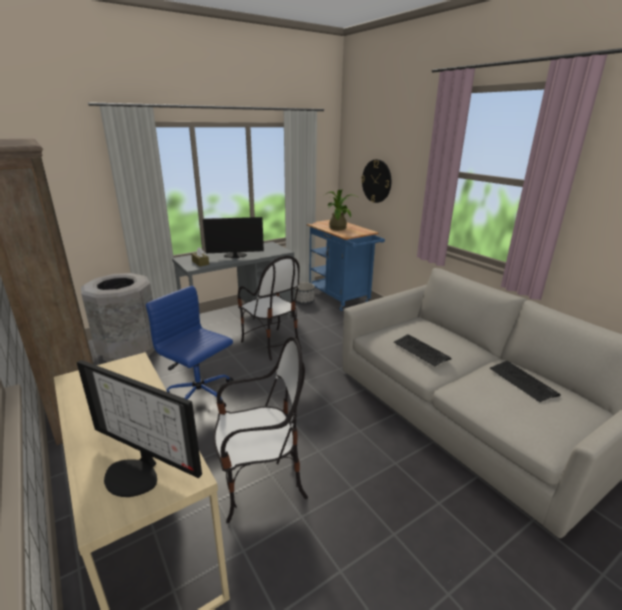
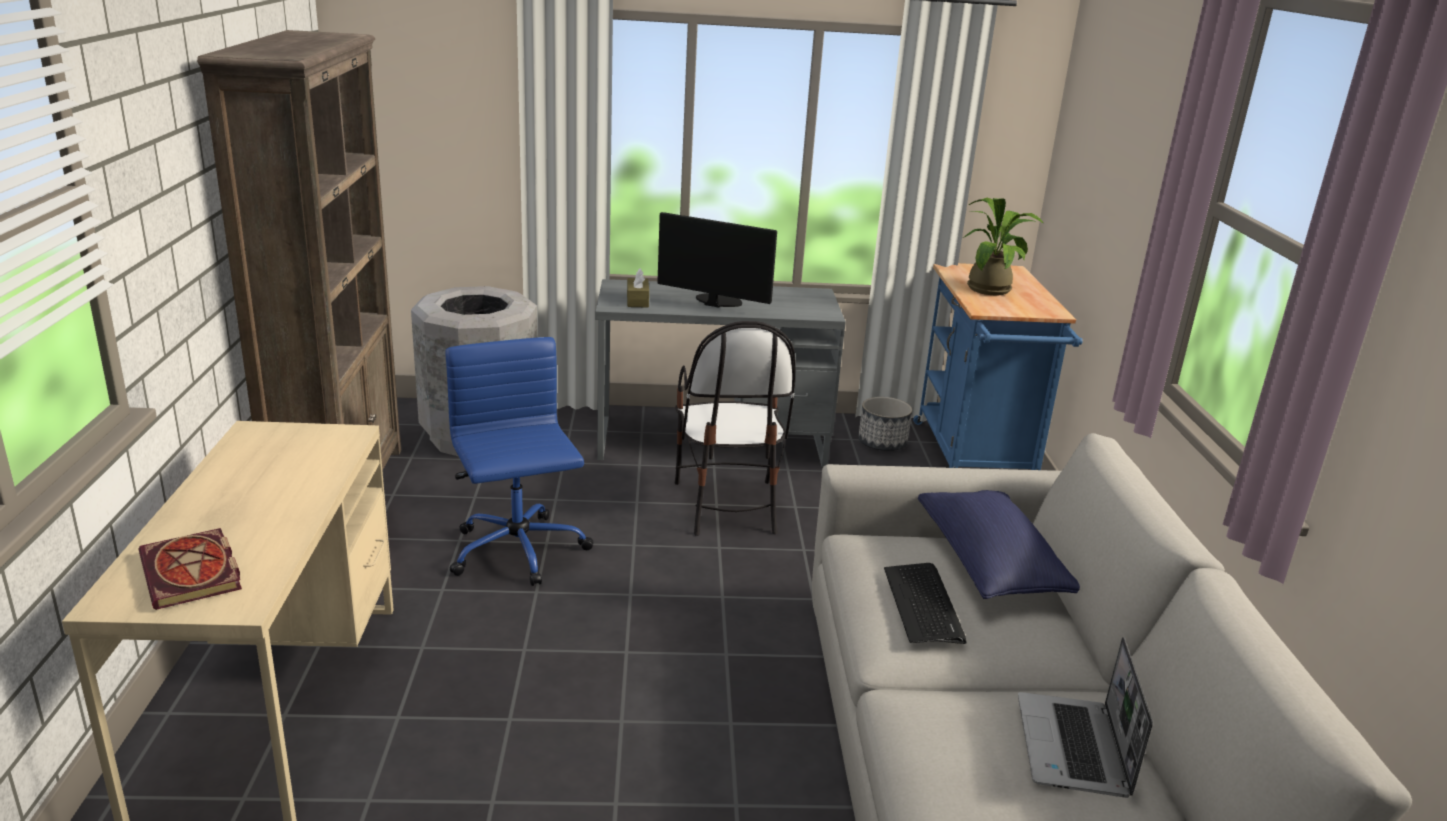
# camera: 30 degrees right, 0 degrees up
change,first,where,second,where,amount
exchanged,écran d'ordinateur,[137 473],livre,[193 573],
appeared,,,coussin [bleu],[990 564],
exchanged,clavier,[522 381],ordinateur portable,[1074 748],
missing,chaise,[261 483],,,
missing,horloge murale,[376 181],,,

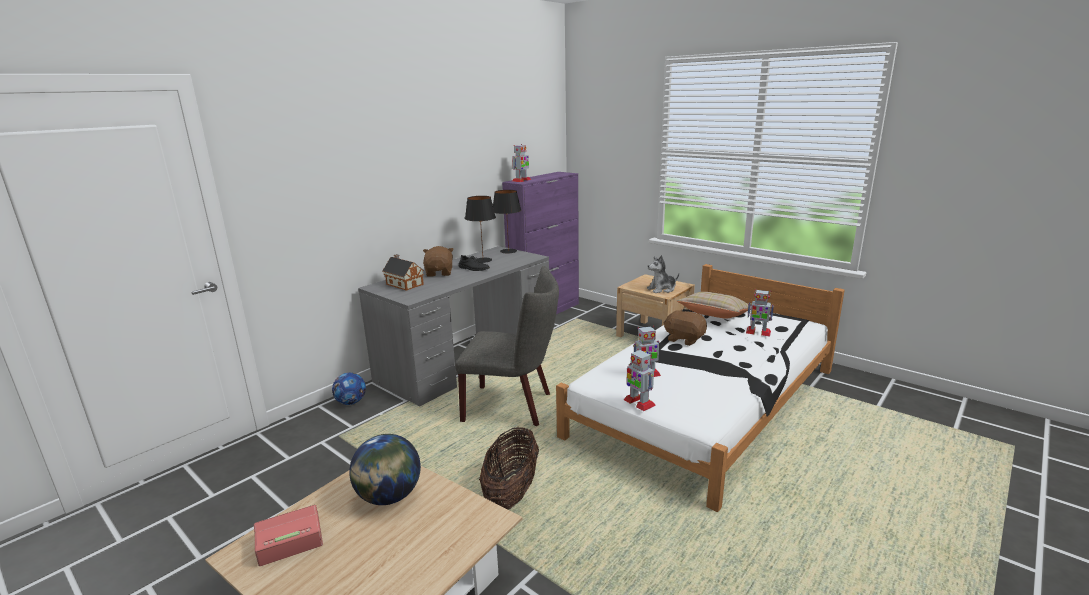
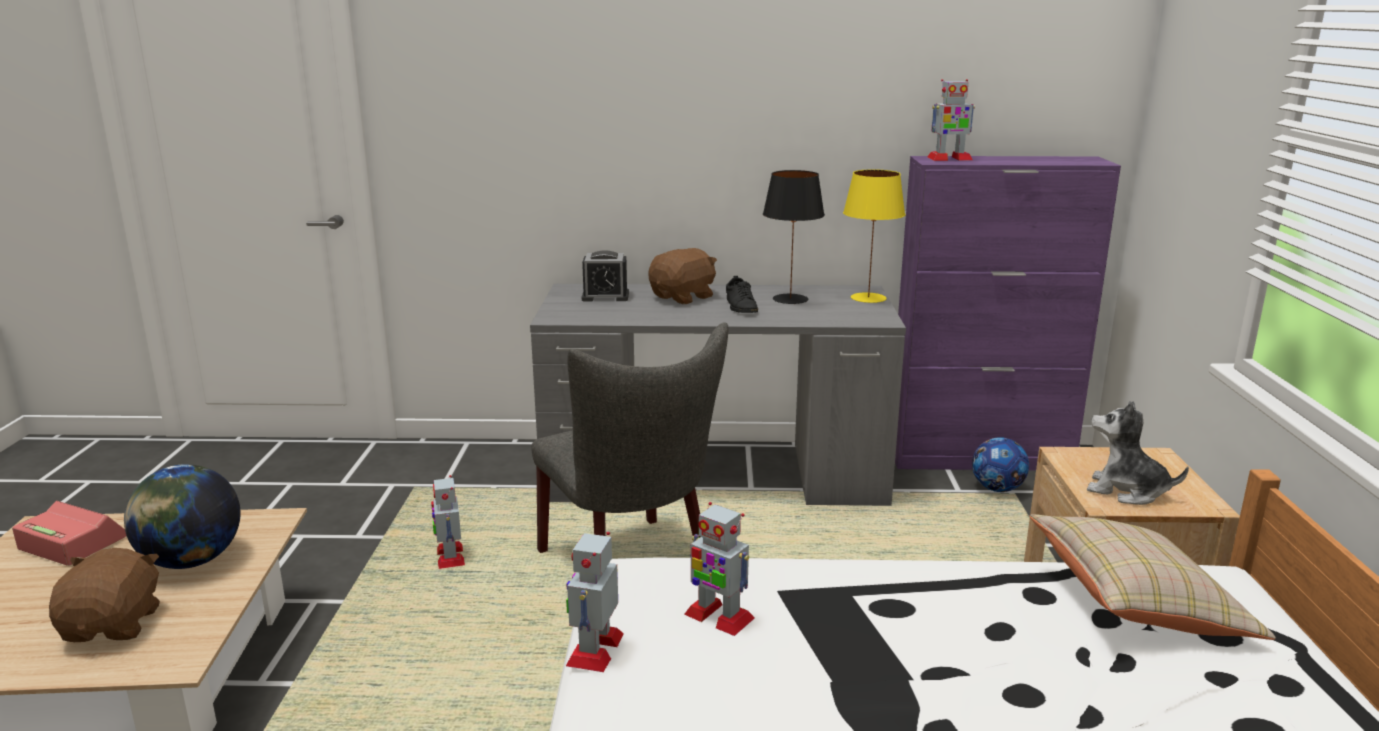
# camera: 50 degrees right, 0 degrees up
change,first,where,second,where,amount
relocated,peluche [marron],[684 339],,[114 625],
relocated,robot jouet,[757 332],,[450 557],
exchanged,maison miniature,[404 284],réveil,[605 296],
colour,lampe de table [noir],[508 251],lampe de table [jaune],[868 298],
relocated,ballon de foot,[351 402],,[997 489],
missing,panier,[511 492],,,

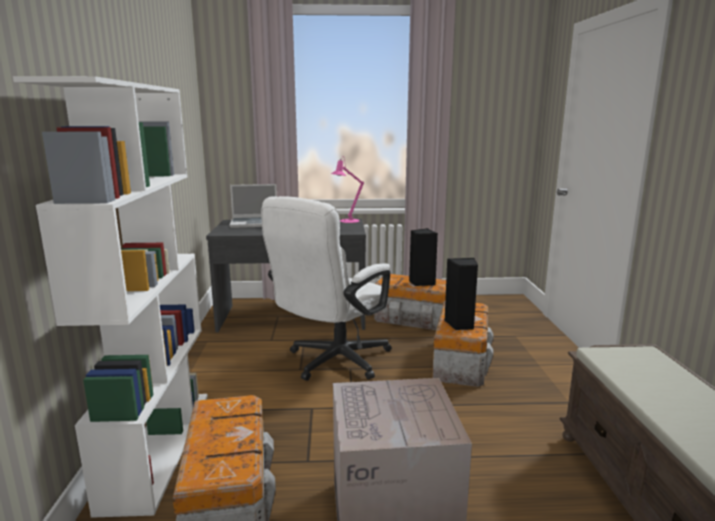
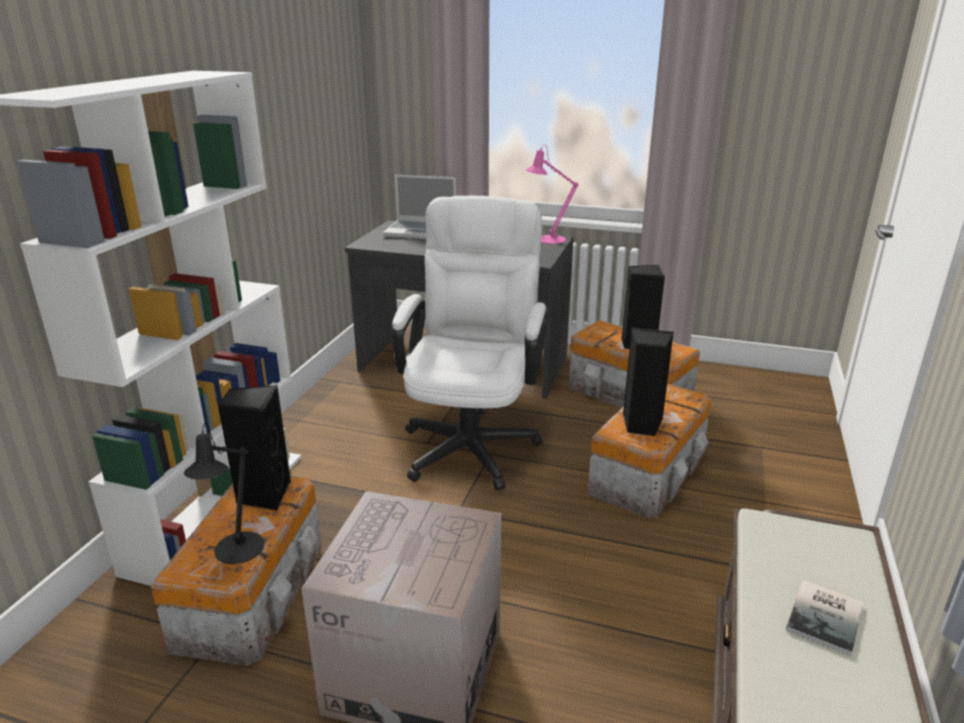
# camera: 20 degrees right, 10 degrees up
change,first,where,second,where,amount
appeared,,,lampe de table [noir],[236 552],
appeared,,,enceinte [noir],[263 495],
spun,chaise de bureau [blanc],[332 362],,[472 441],135 degrees clockwise
appeared,,,livre,[828 617],

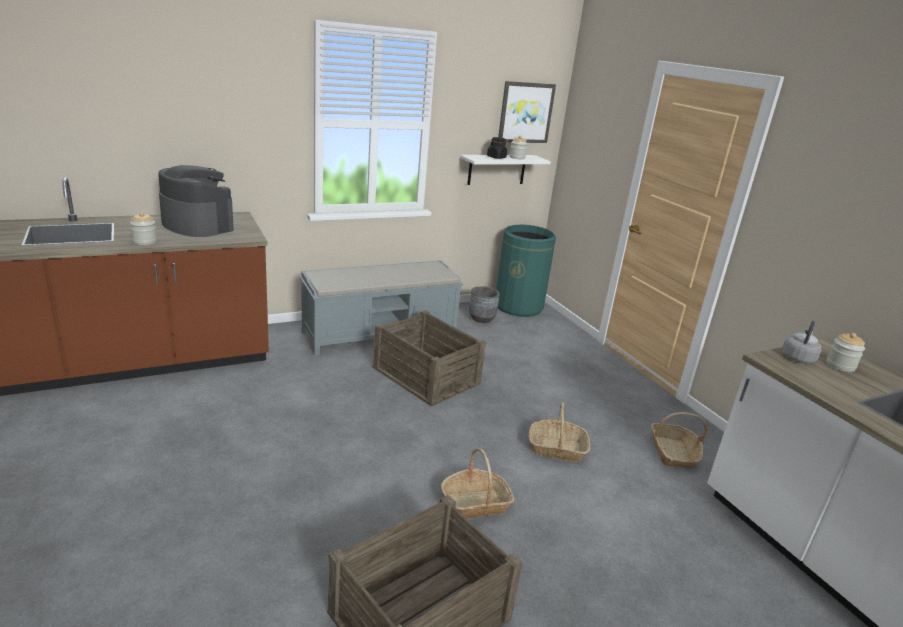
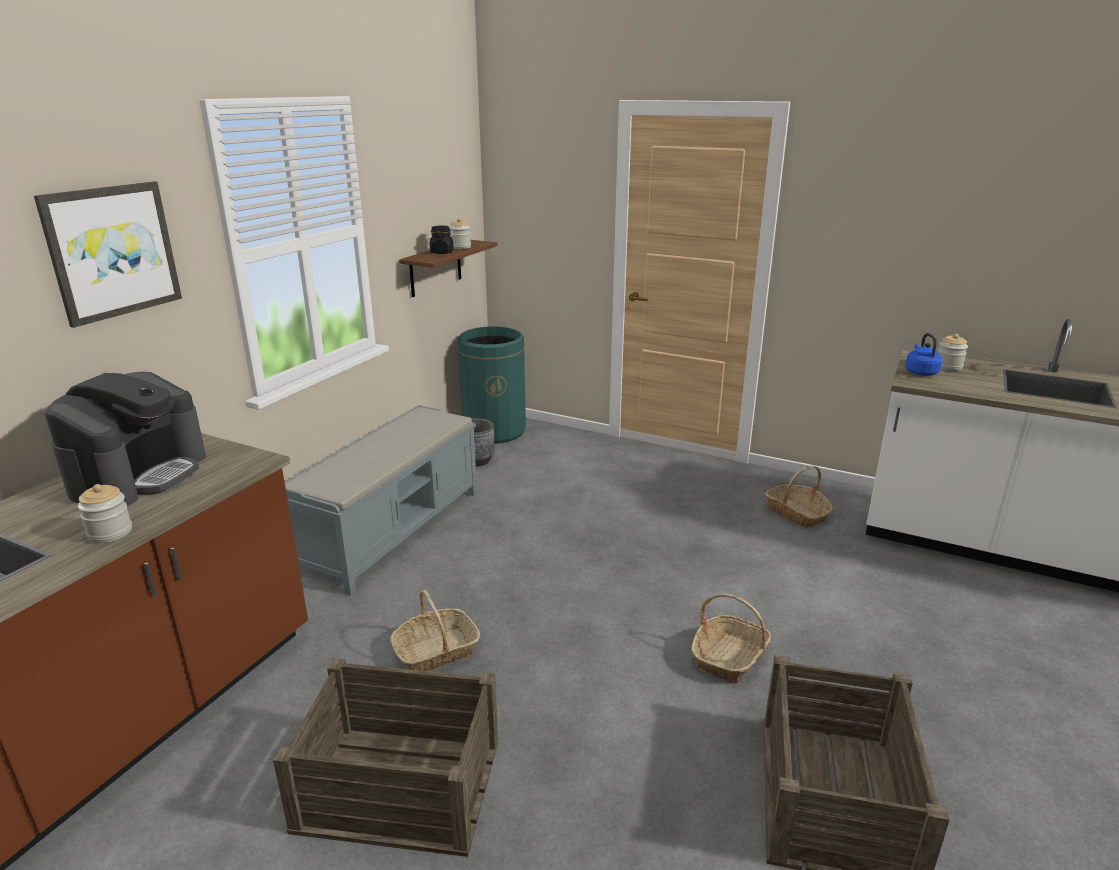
# camera: 35 degrees left, 0 degrees up
change,first,where,second,where,amount
relocated,tableau,[525 112],,[112 251],
spun,machine à café,[197 225],,[139 475],105 degrees clockwise
relocated,caisse,[426 375],,[399 783],
relocated,panier,[556 448],,[436 651],
colour,étagère [blanc],[497 169],étagère [marron],[435 268],
colour,bouilloire [gris],[798 357],bouilloire [bleu],[920 372],

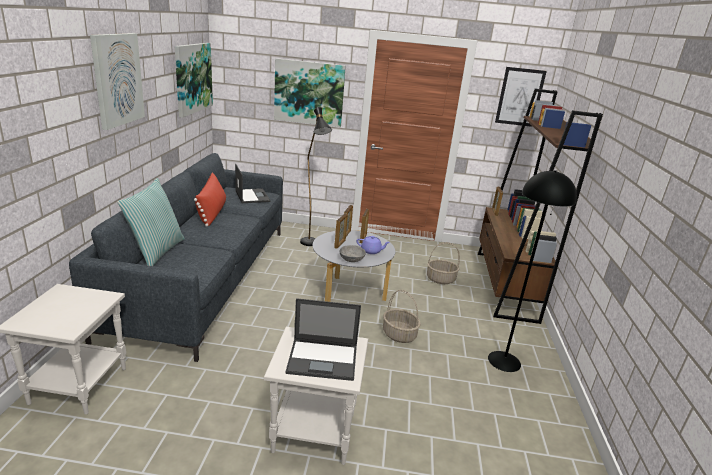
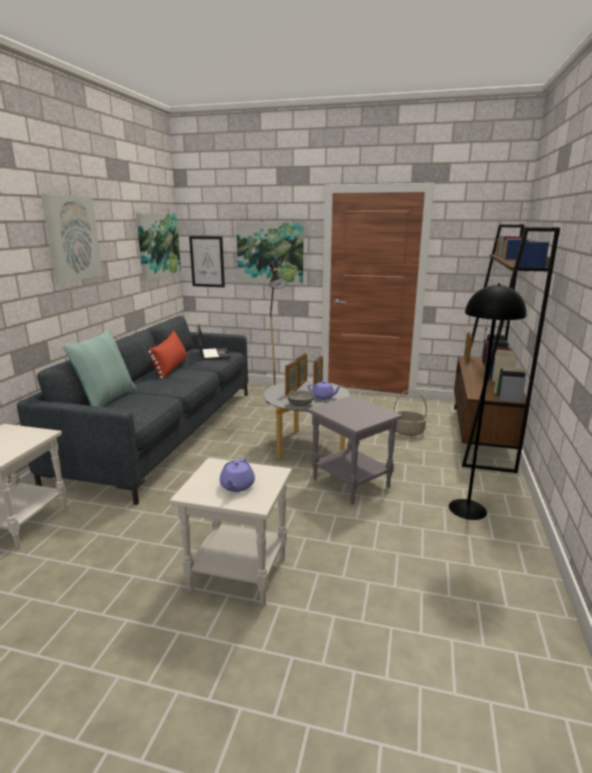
# camera: 10 degrees right, 5 degrees down
change,first,where,second,where,amount
relocated,tableau,[519 97],,[207 261],
exchanged,ordinateur portable,[323 359],théière [violet],[237 486],
exchanged,panier,[399 335],table d'appoint [gris],[352 482],

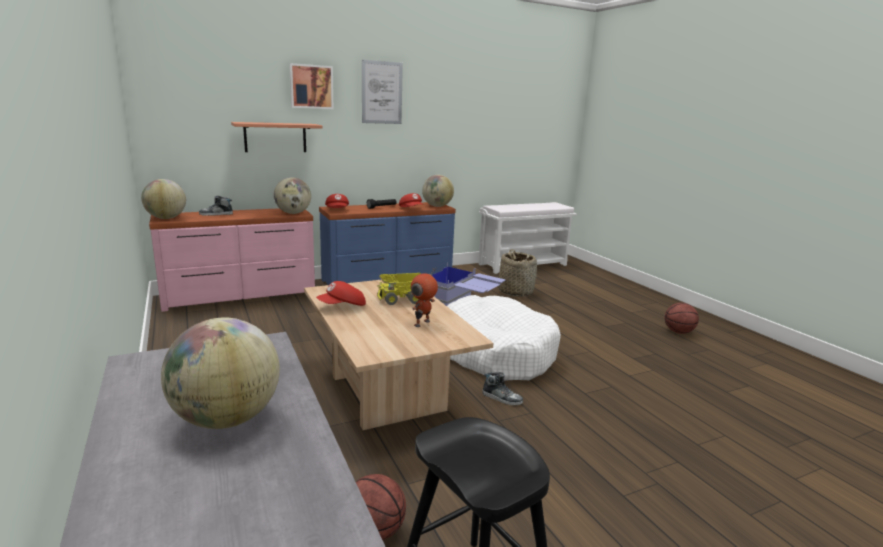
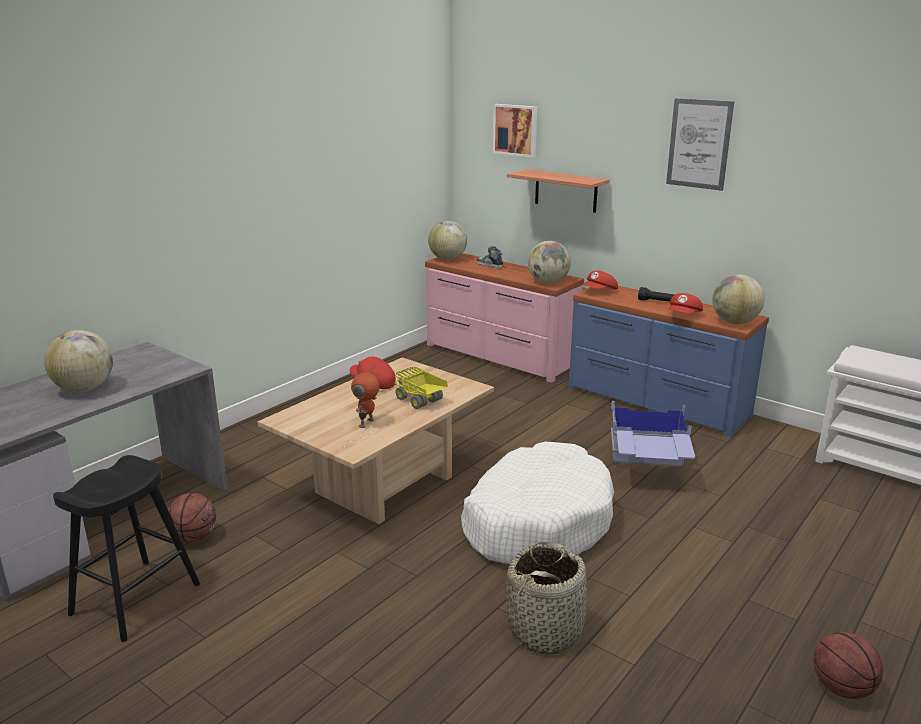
# camera: 65 degrees right, 5 degrees up
change,first,where,second,where,amount
spun,robot jouet,[423 324],,[367 423],75 degrees counterclockwise
relocated,tableau,[311 86],,[516 130],
relocated,panier,[515 291],,[546 629],
missing,chaussure,[502 398],,,

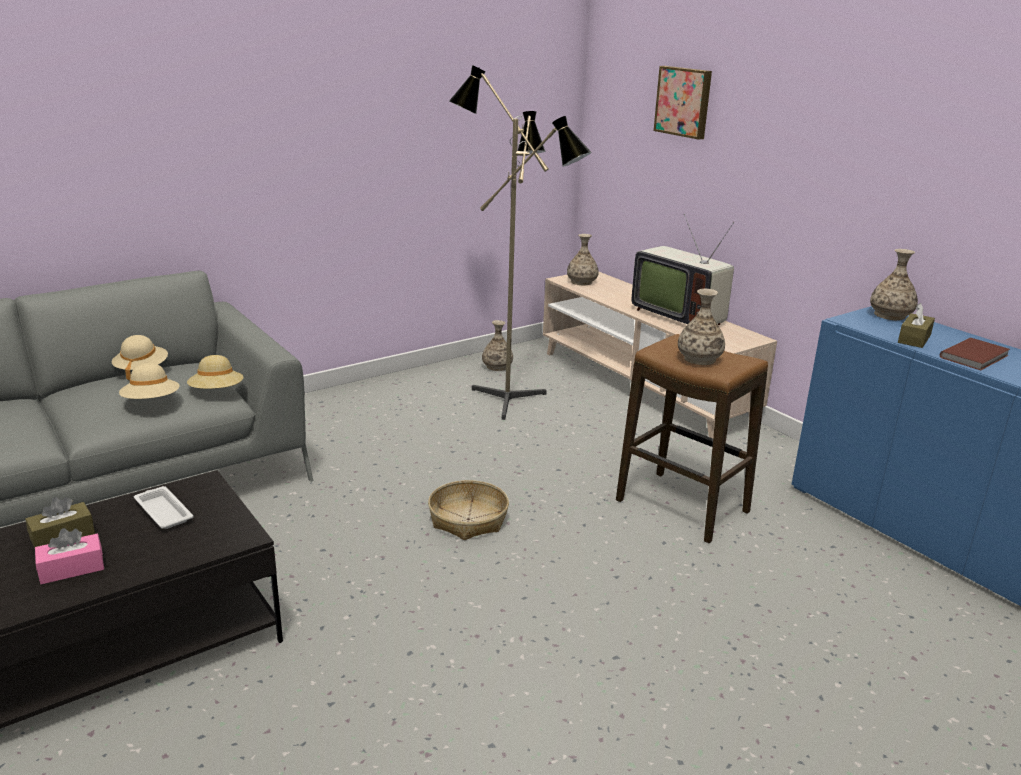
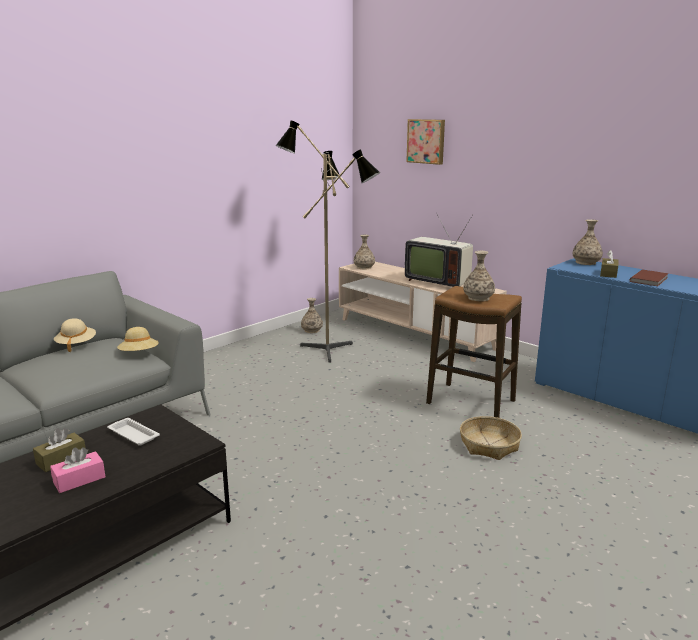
# camera: 10 degrees left, 5 degrees down
change,first,where,second,where,amount
relocated,panier,[468 519],,[489 445],
missing,chapeau [beige],[151 402],,,

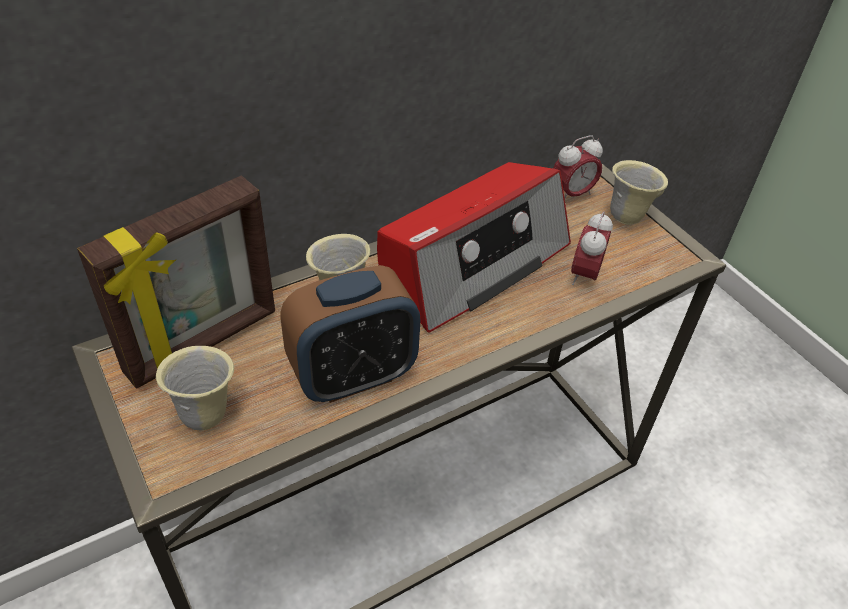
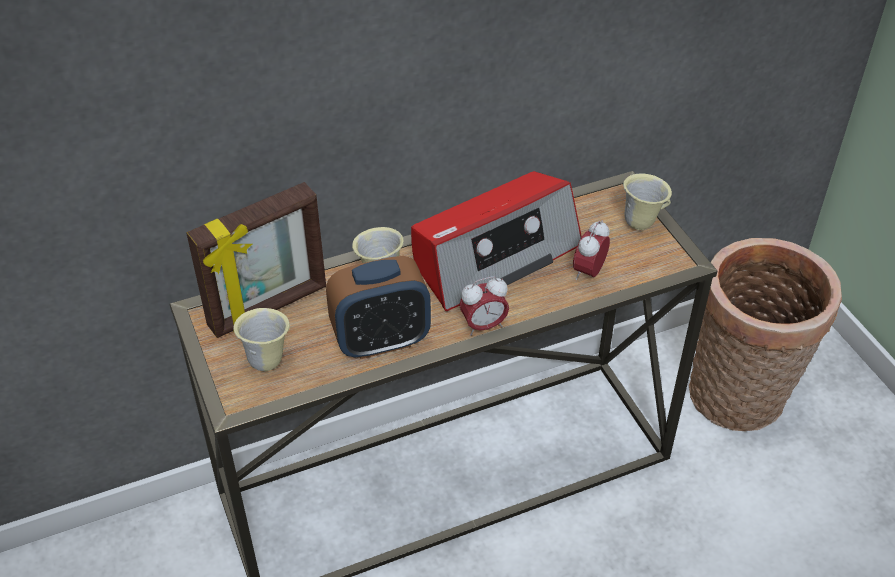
# camera: 10 degrees right, 0 degrees up
change,first,where,second,where,amount
relocated,réveil,[572 194],,[483 326],
appeared,,,panier,[740 400],

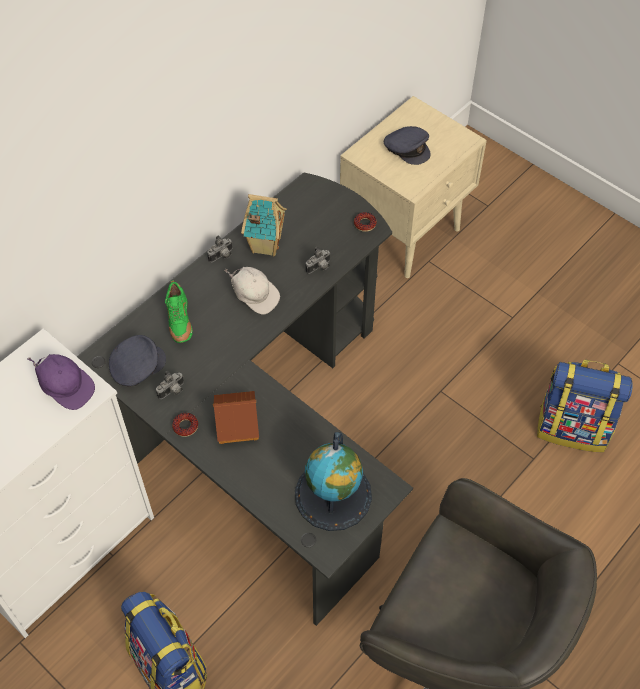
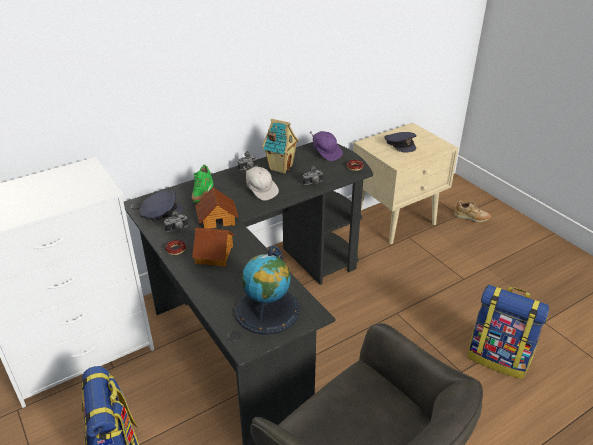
# camera: 15 degrees right, 20 degrees down
change,first,where,second,where,amount
appeared,,,maison miniature,[217 219],
relocated,casquette [violet],[66 387],,[326 153],
appeared,,,chaussure [beige],[471 218],

